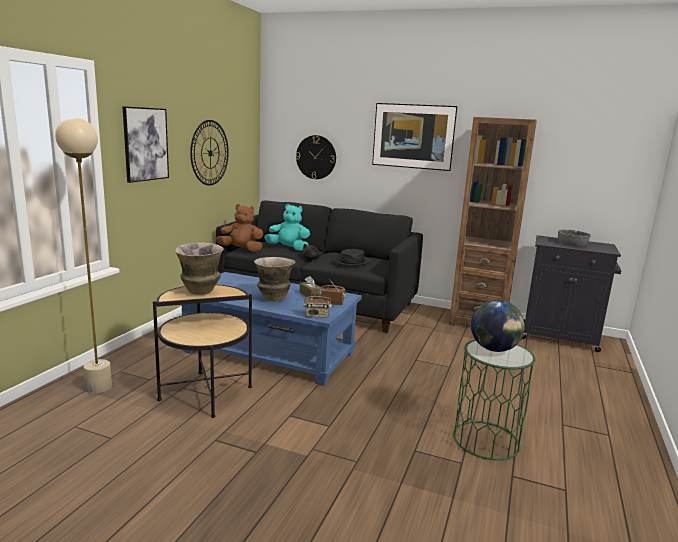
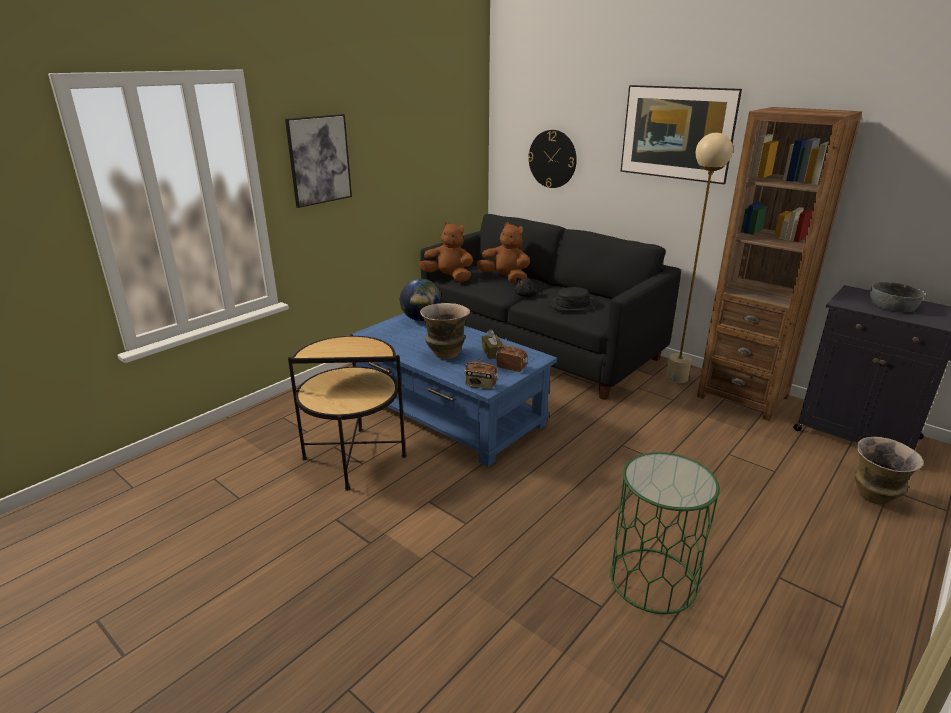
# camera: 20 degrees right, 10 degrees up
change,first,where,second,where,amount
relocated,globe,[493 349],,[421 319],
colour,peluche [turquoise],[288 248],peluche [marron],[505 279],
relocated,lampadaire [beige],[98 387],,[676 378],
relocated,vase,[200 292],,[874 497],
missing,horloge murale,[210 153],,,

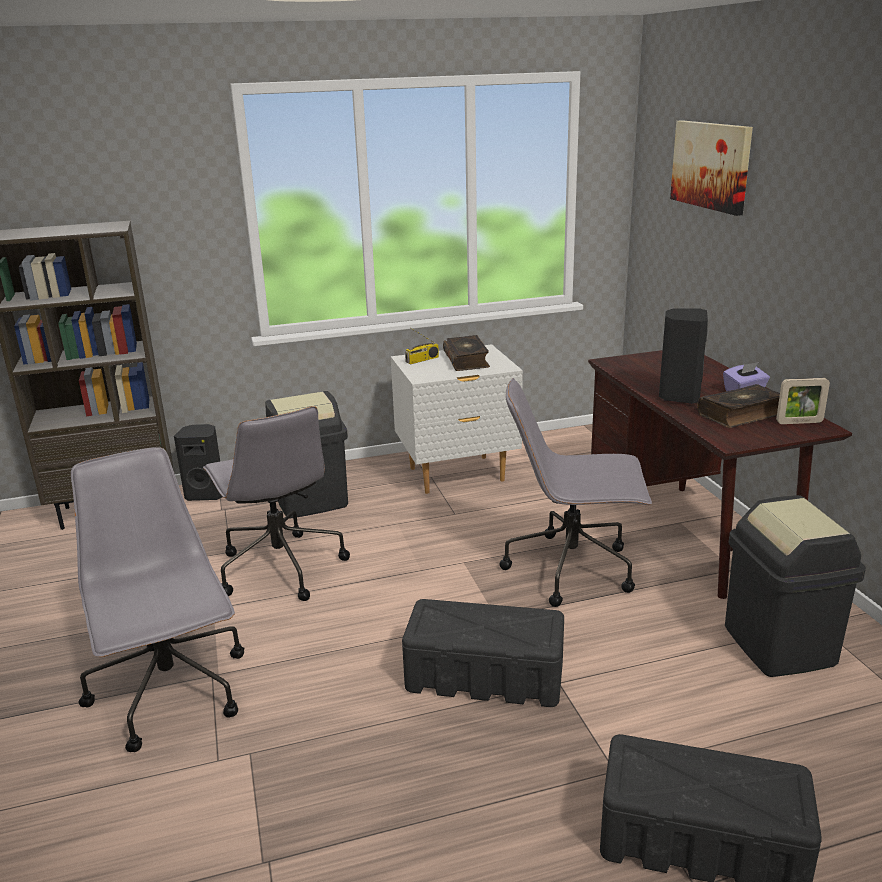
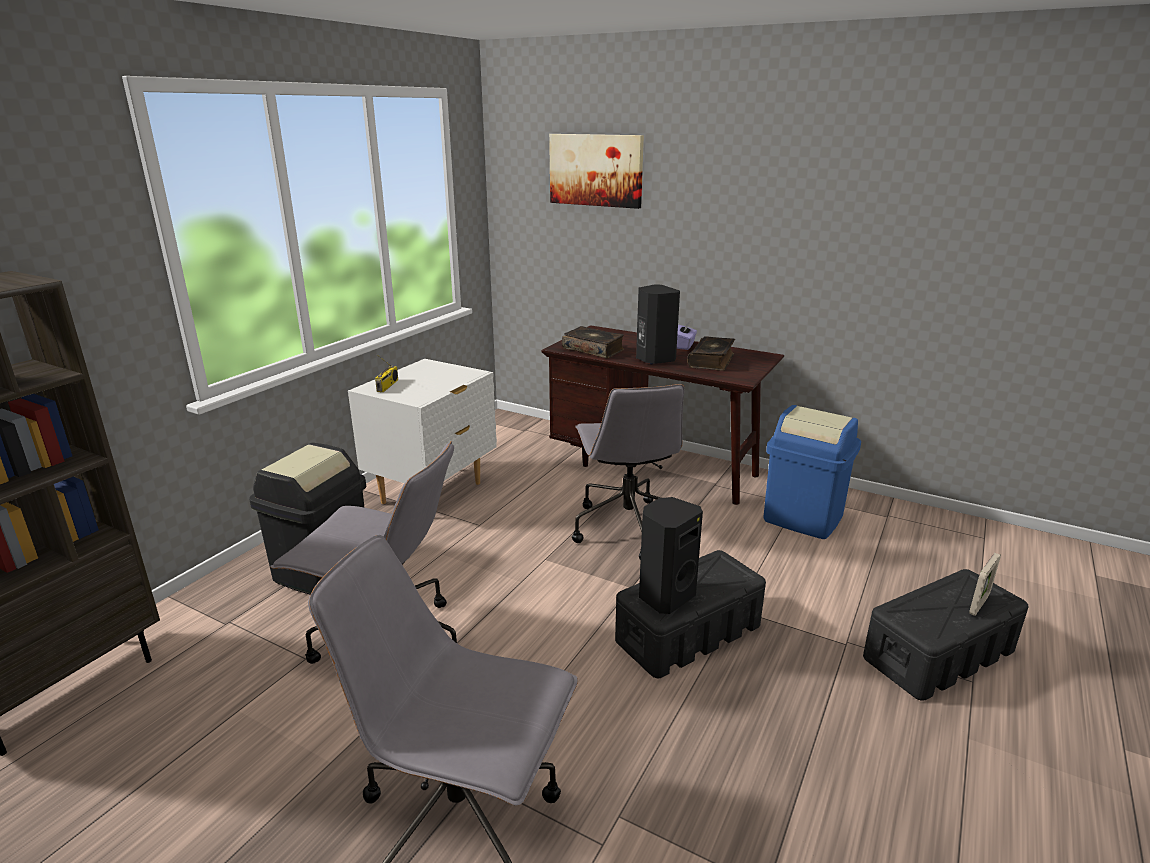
# camera: 45 degrees left, 0 degrees up
change,first,where,second,where,amount
relocated,livre,[467 360],,[593 349],
spun,chaise de bureau [gris],[572 569],,[627 527],60 degrees counterclockwise
relocated,enceinte [noir],[206 494],,[665 596],
colour,poubelle [noir],[780 645],poubelle [bleu],[803 518],
relocated,cadre photo,[799 422],,[979 604],

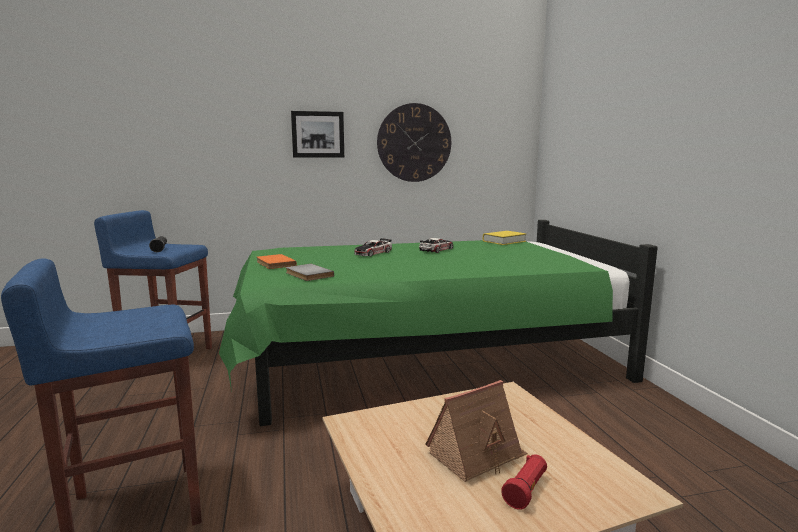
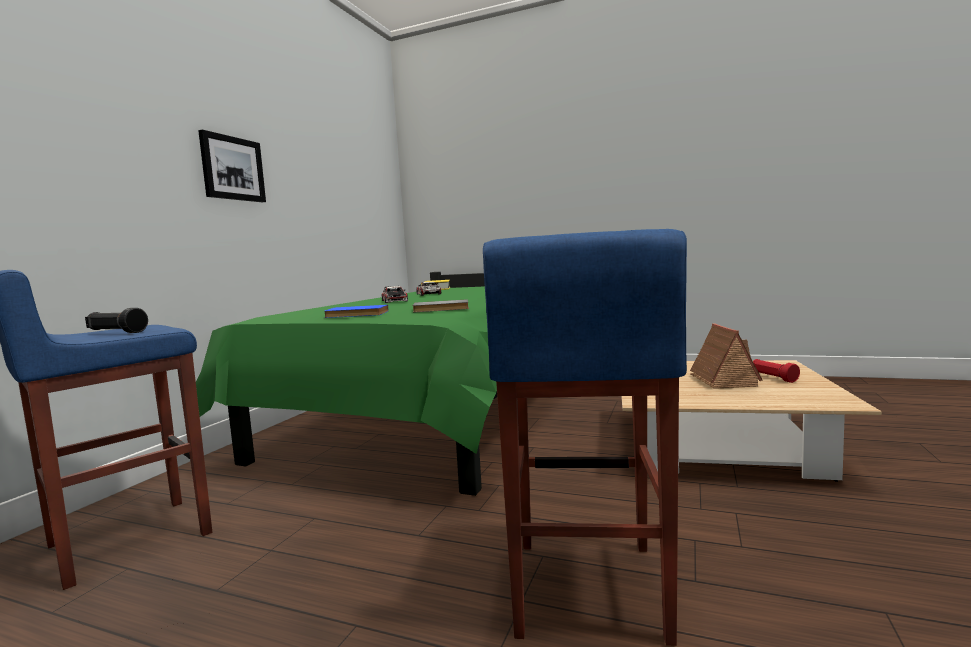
# camera: 55 degrees left, 5 degrees down
change,first,where,second,where,amount
colour,livre [orange],[274 263],livre [bleu],[356 314],
missing,horloge murale,[414 143],,,

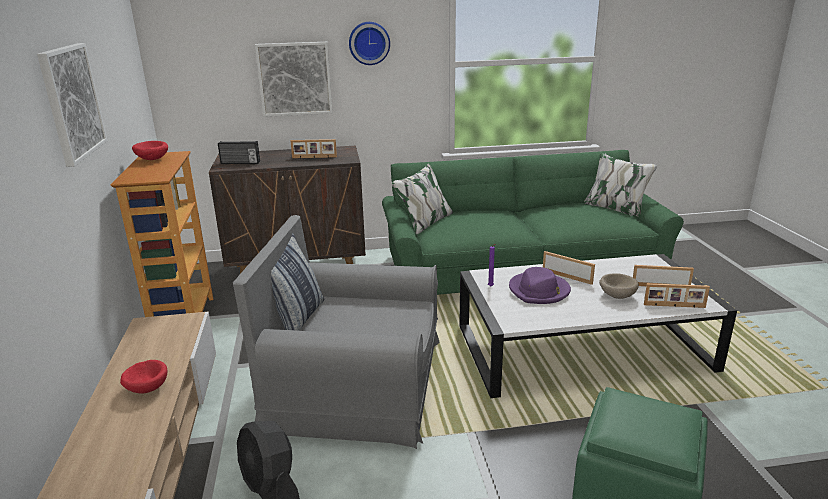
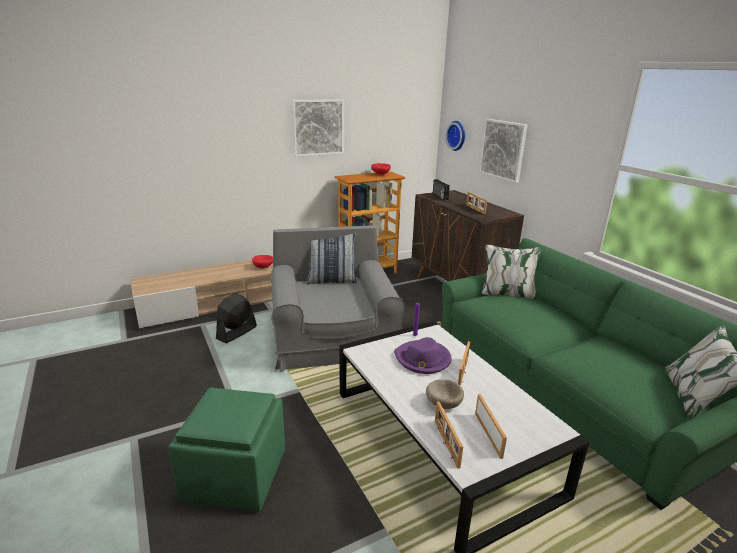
# camera: 70 degrees right, 0 degrees up
change,first,where,second,where,amount
relocated,horloge murale,[369 43],,[457 135],

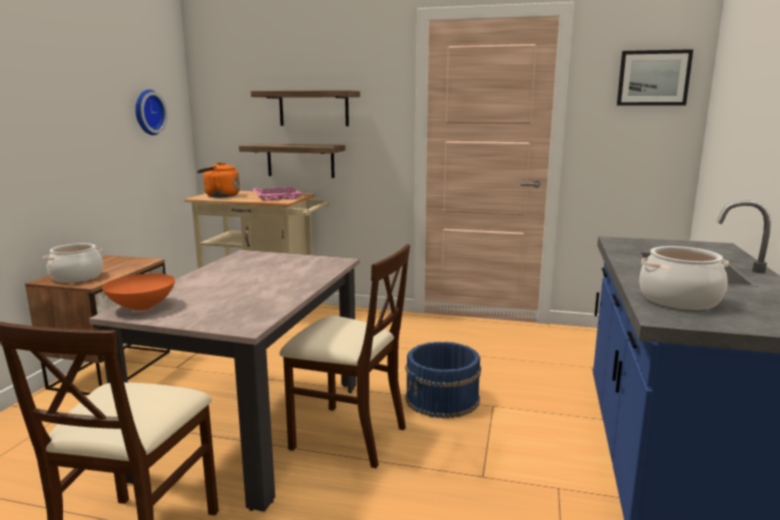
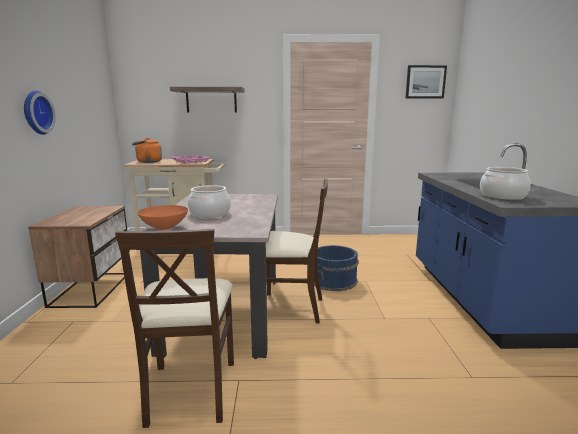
# camera: 15 degrees left, 0 degrees up
change,first,where,second,where,amount
relocated,horloge murale,[147 112],,[35 112],
relocated,marmite,[77 277],,[210 214],
missing,étagère,[300 160],,,

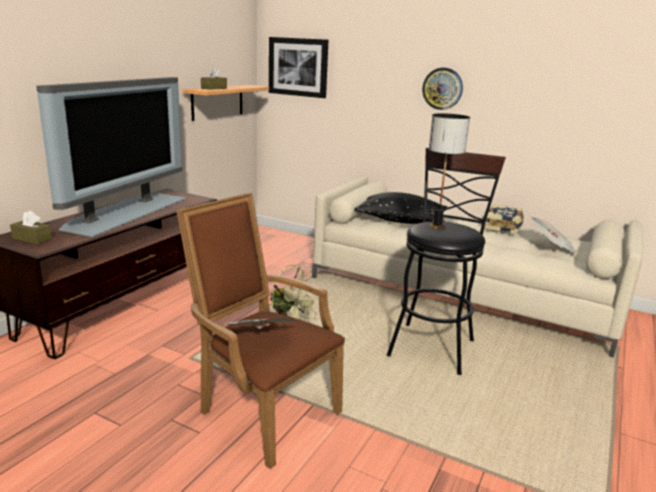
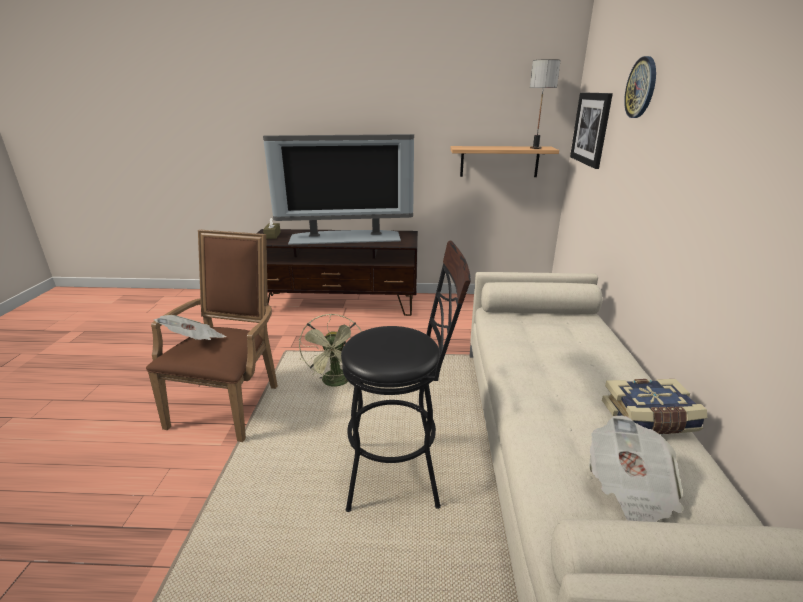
# camera: 65 degrees right, 5 degrees up
change,first,where,second,where,amount
relocated,lampe de table,[437 226],,[535 148],
relocated,horloge murale,[442 88],,[641 87],
missing,boîte à mouchoirs [marron],[214 88],,,
missing,coussin [noir],[400 221],,,

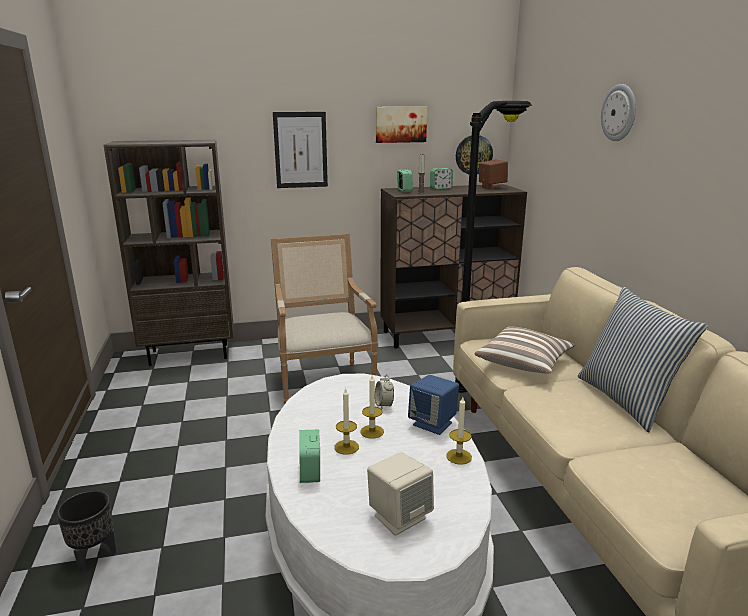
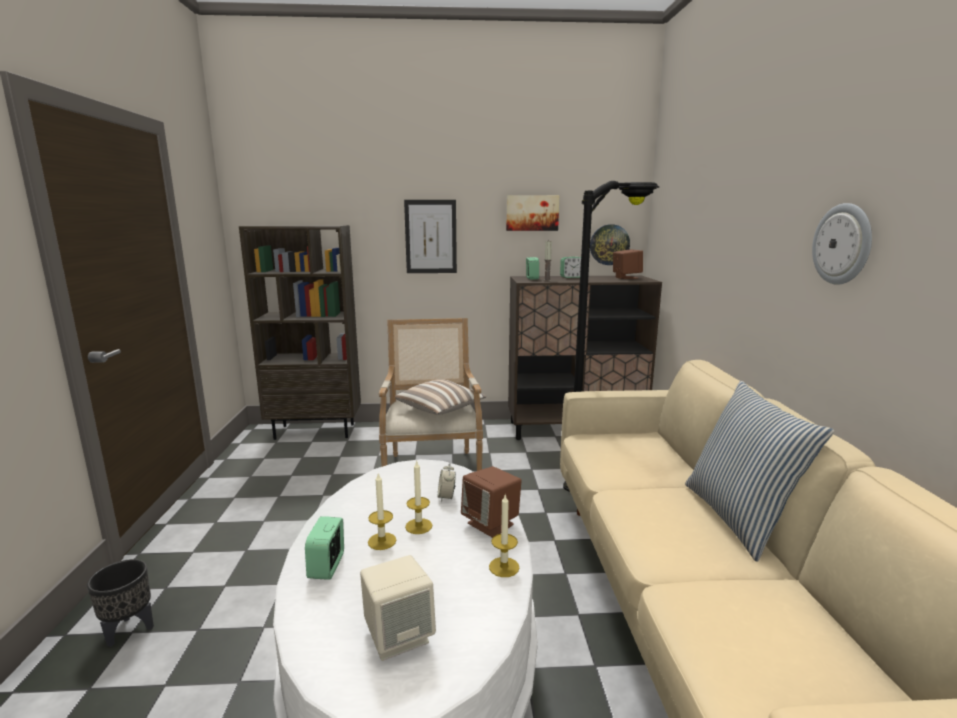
# camera: 10 degrees right, 5 degrees down
change,first,where,second,where,amount
relocated,coussin,[524 363],,[441 409],
colour,enceinte [bleu],[433 424],enceinte [marron],[491 524],
relocated,horloge murale,[619 113],,[843 244],

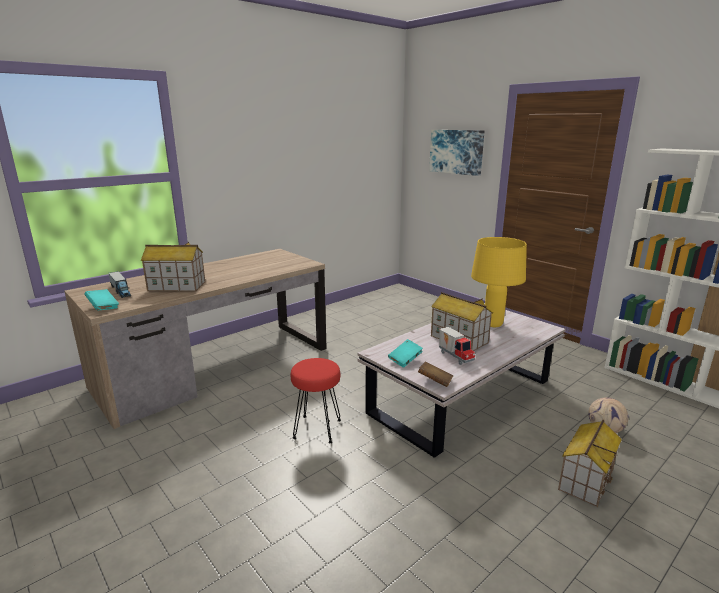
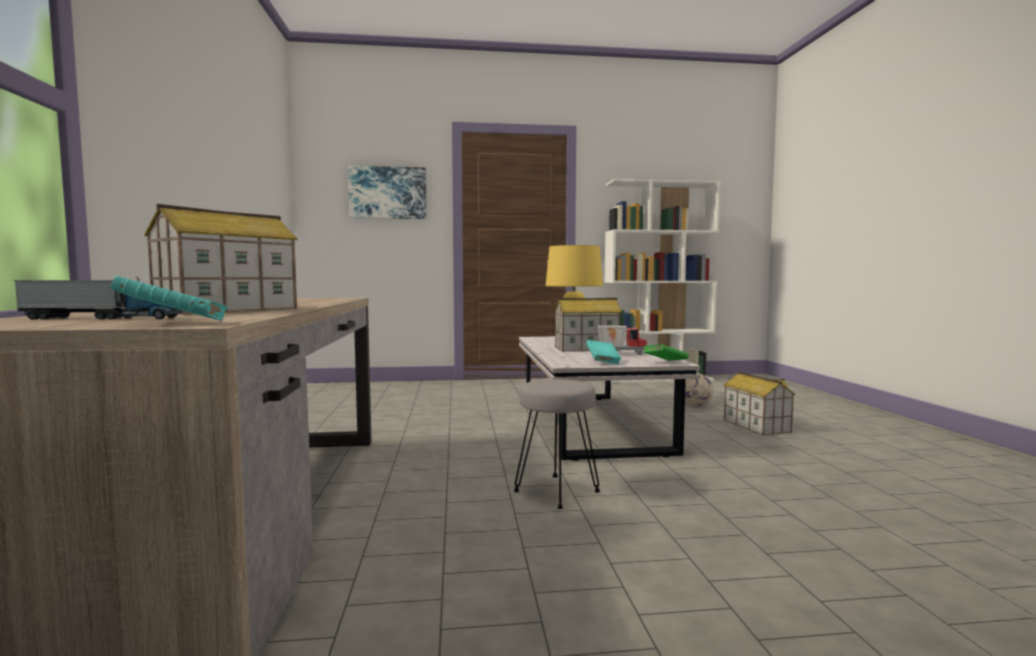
# camera: 55 degrees left, 15 degrees down
change,first,where,second,where,amount
colour,tabouret [rouge],[317 428],tabouret [gris],[556 491],
colour,livre [marron],[435 382],livre [vert],[665 363],

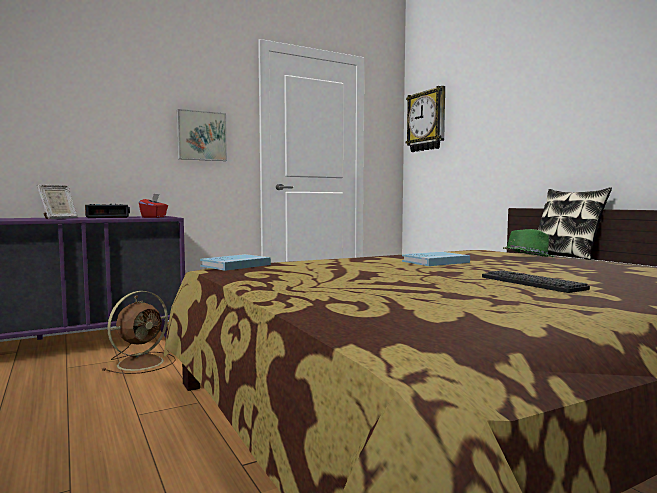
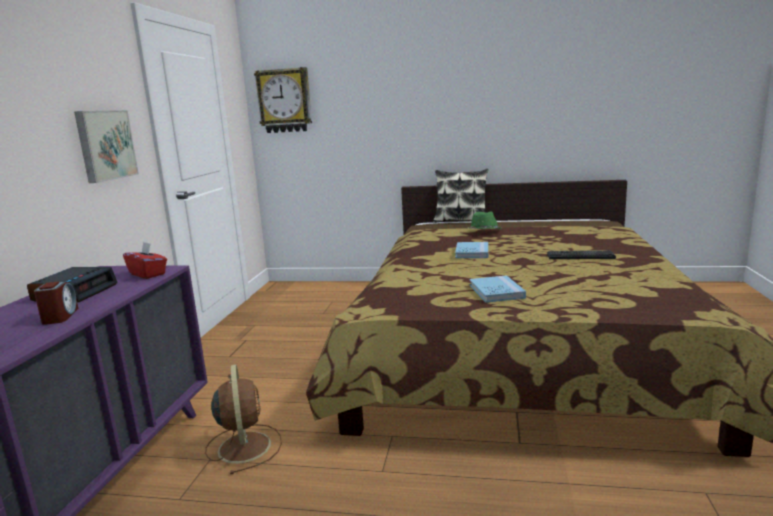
# camera: 50 degrees left, 10 degrees up
change,first,where,second,where,amount
exchanged,cadre photo,[58 218],réveil,[60 316],
relocated,livre [bleu],[235 265],,[496 291],

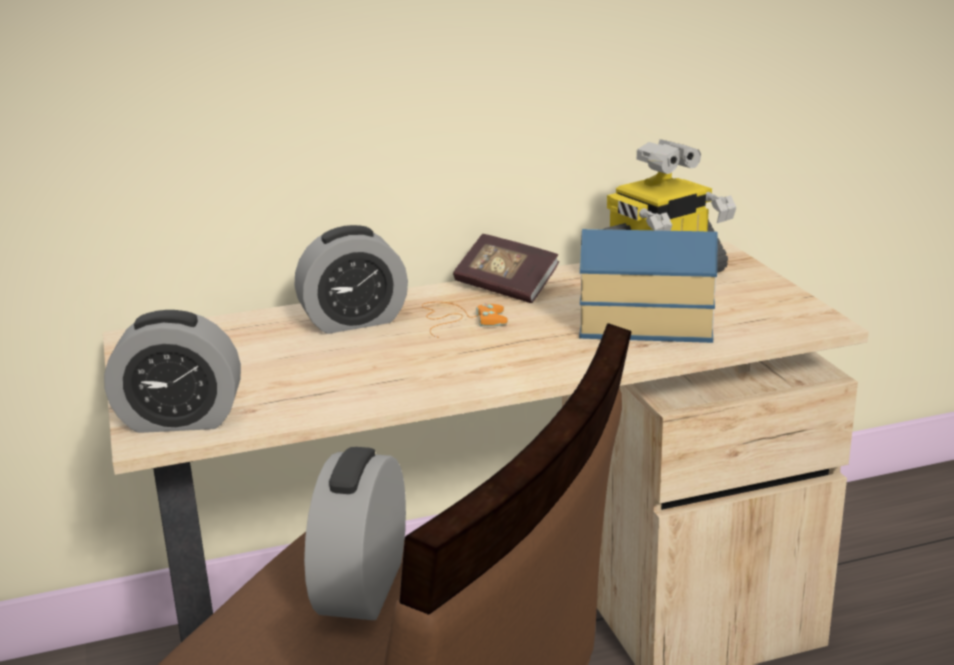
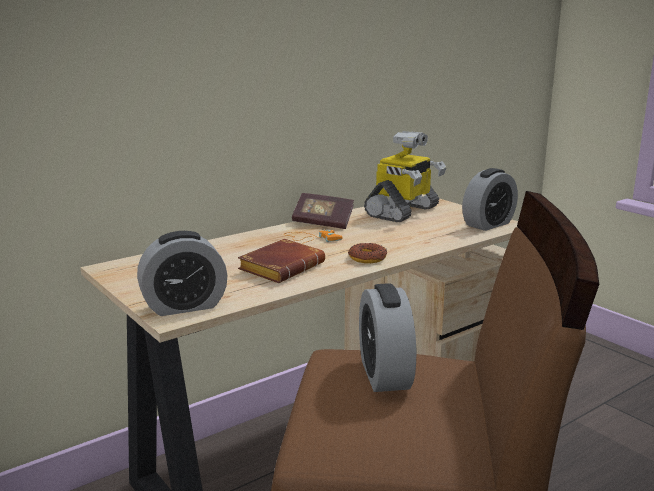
# camera: 20 degrees left, 5 degrees down
change,first,where,second,where,amount
appeared,,,livre [marron],[281 267],
appeared,,,beignet,[367 258],
relocated,réveil,[354 321],,[488 224],
missing,maison miniature,[644 324],,,

